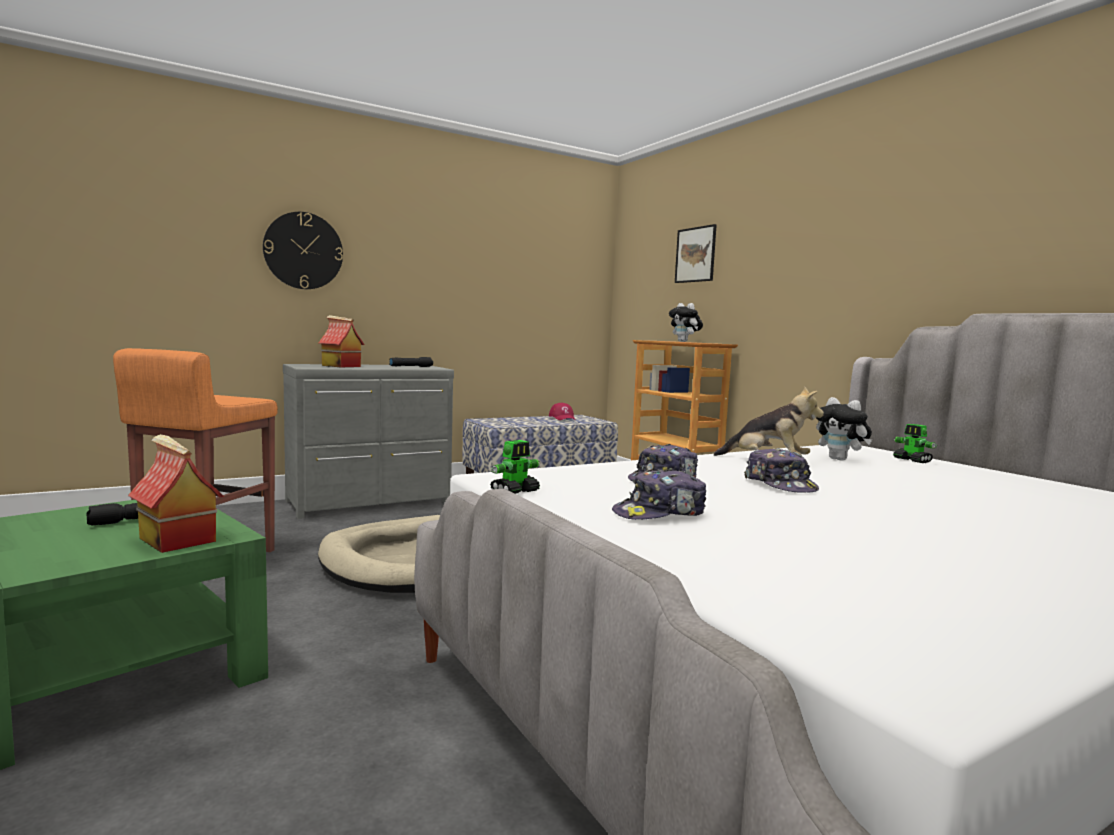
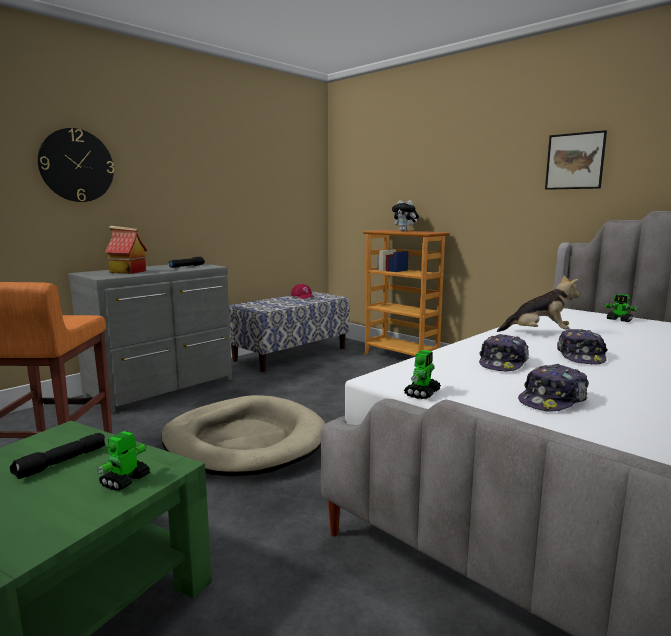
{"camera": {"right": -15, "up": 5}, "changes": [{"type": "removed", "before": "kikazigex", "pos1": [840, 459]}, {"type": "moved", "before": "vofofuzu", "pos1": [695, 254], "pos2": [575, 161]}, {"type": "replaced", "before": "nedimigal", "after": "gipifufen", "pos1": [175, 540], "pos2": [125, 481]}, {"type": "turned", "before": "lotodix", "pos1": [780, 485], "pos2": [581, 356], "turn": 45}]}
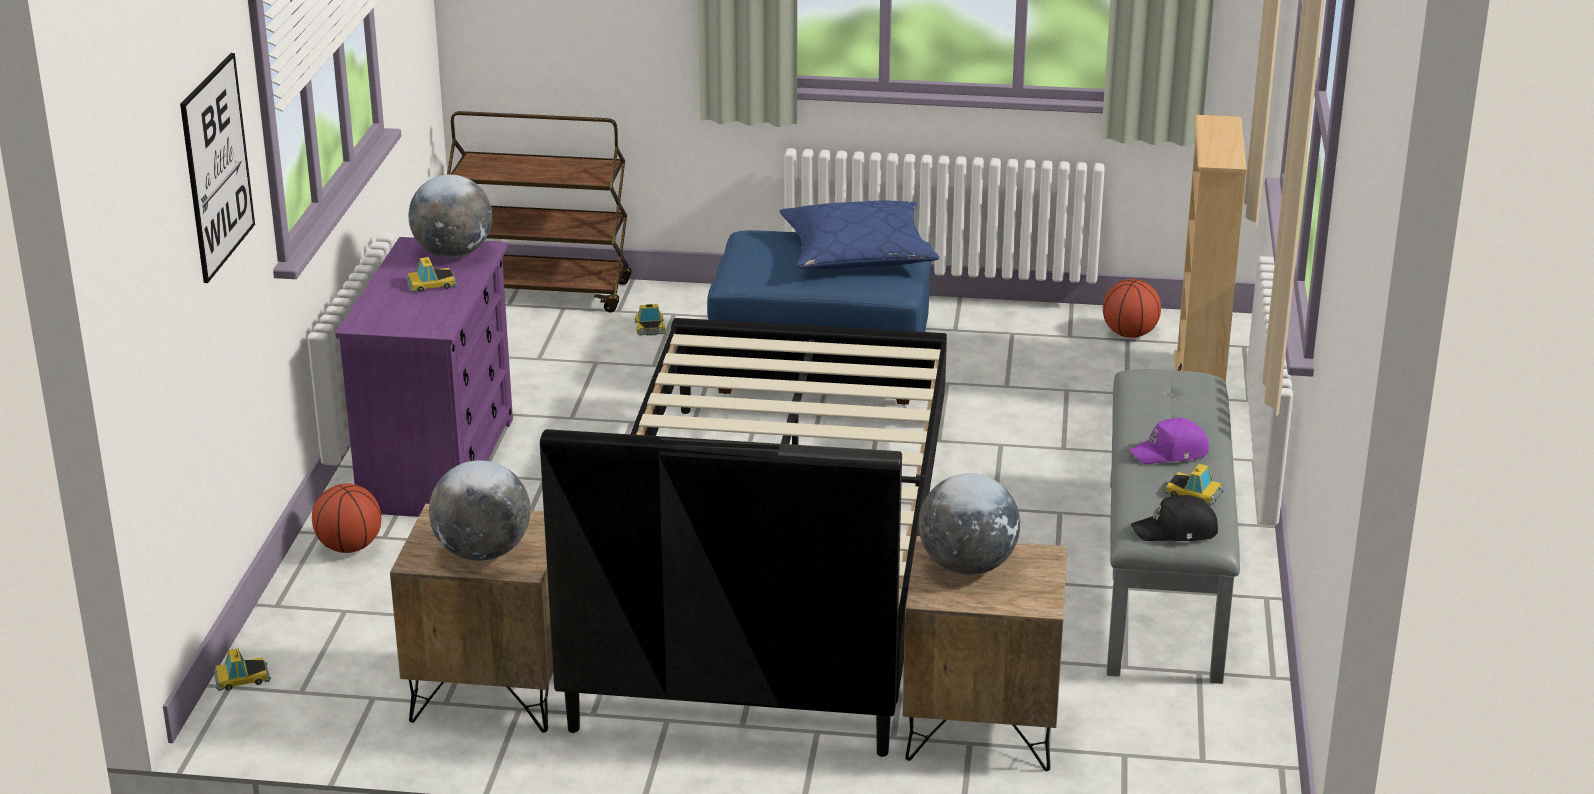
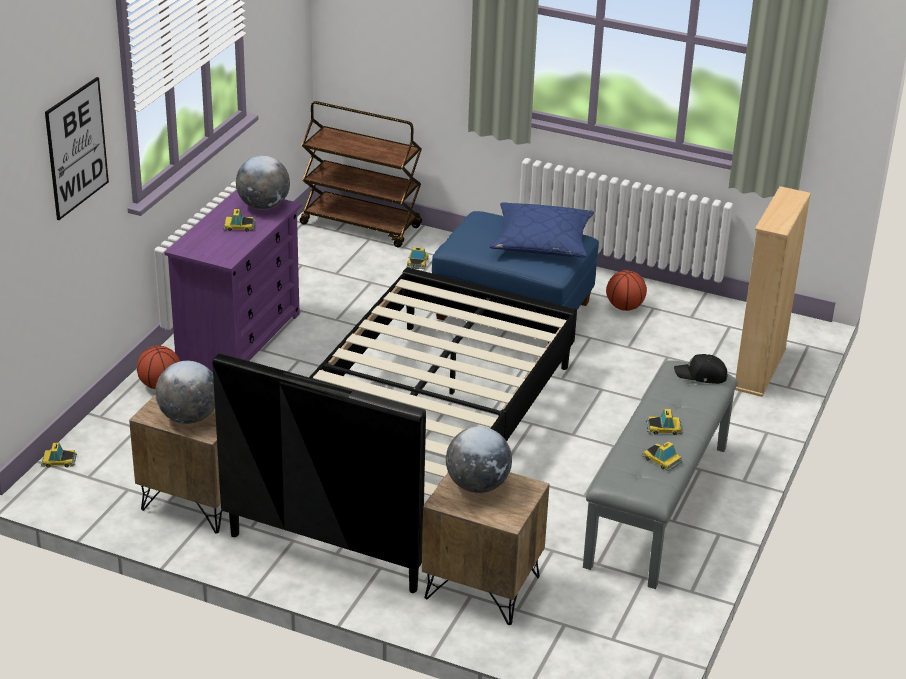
{"camera": {"right": 15, "up": 5}, "changes": [{"type": "moved", "before": "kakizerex", "pos1": [1129, 334], "pos2": [624, 307]}, {"type": "moved", "before": "lotodix (black)", "pos1": [1176, 531], "pos2": [701, 375]}, {"type": "replaced", "before": "lotodix (purple)", "after": "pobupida", "pos1": [1170, 453], "pos2": [663, 428]}]}
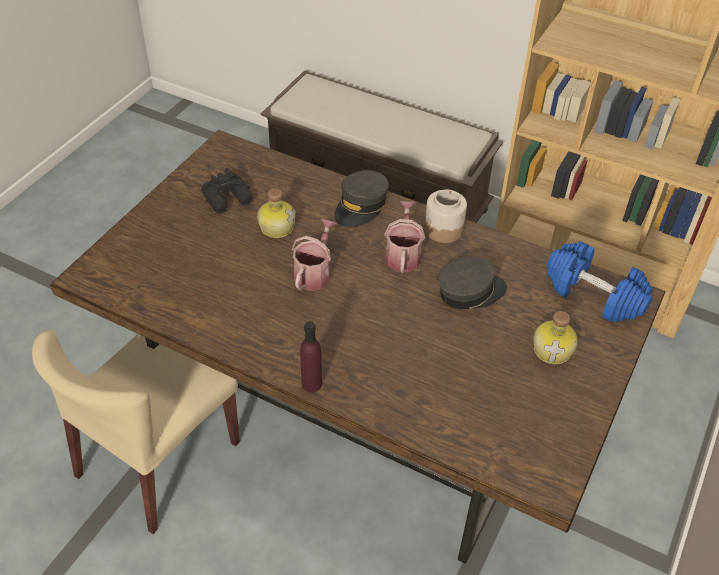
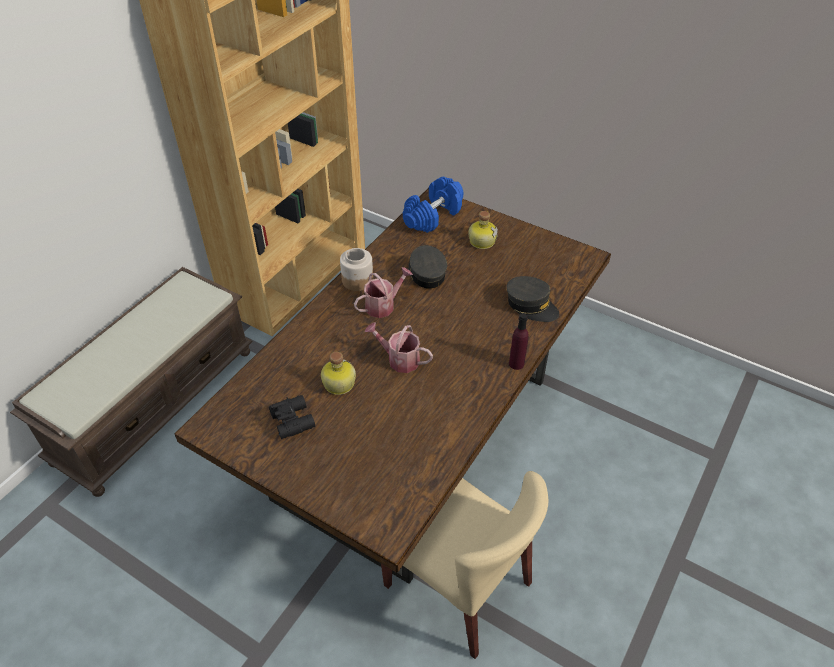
{"camera": {"right": -85, "up": 0}, "changes": [{"type": "moved", "before": "lotodix (grey)", "pos1": [361, 206], "pos2": [531, 305]}, {"type": "turned", "before": "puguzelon", "pos1": [403, 255], "pos2": [383, 305], "turn": 135}]}
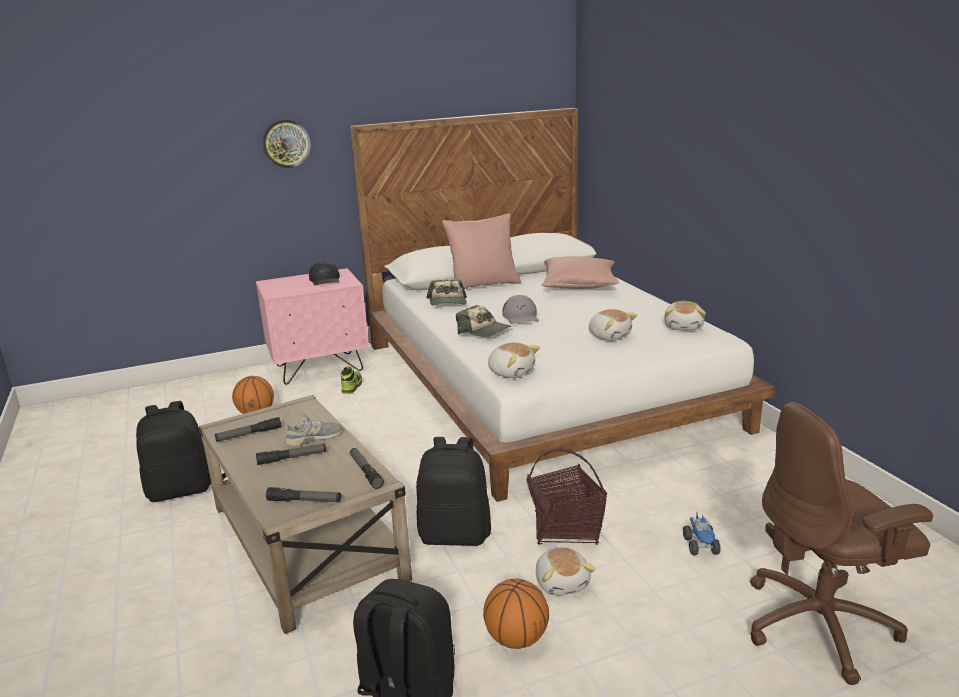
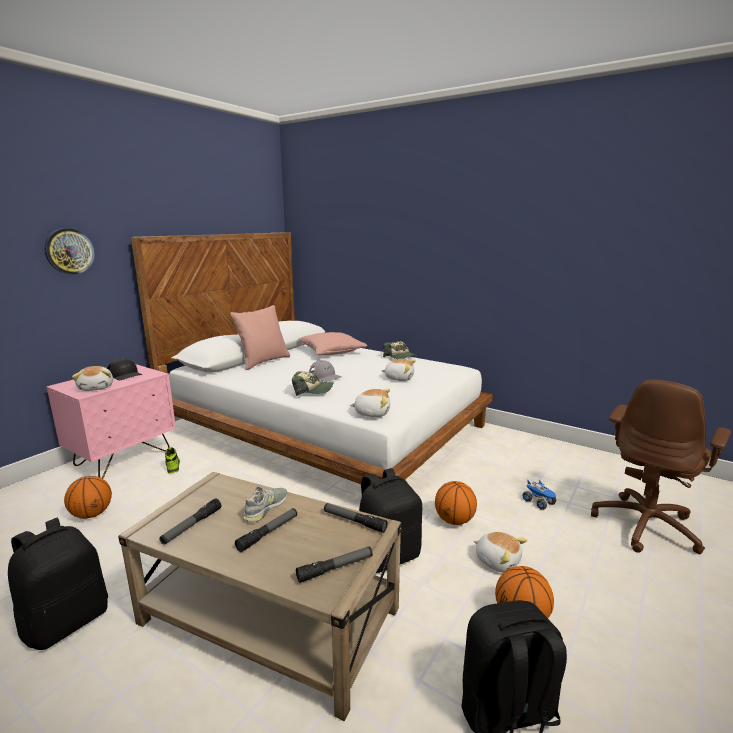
{"camera": {"right": -35, "up": -5}, "changes": [{"type": "moved", "before": "lotodix", "pos1": [448, 302], "pos2": [400, 357]}, {"type": "moved", "before": "kikazigex", "pos1": [684, 327], "pos2": [97, 387]}, {"type": "replaced", "before": "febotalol", "after": "kakizerex", "pos1": [566, 528], "pos2": [454, 520]}]}
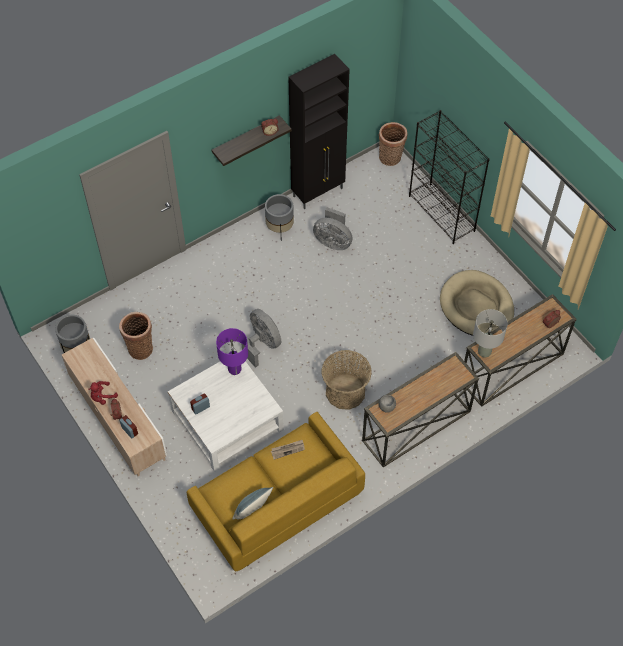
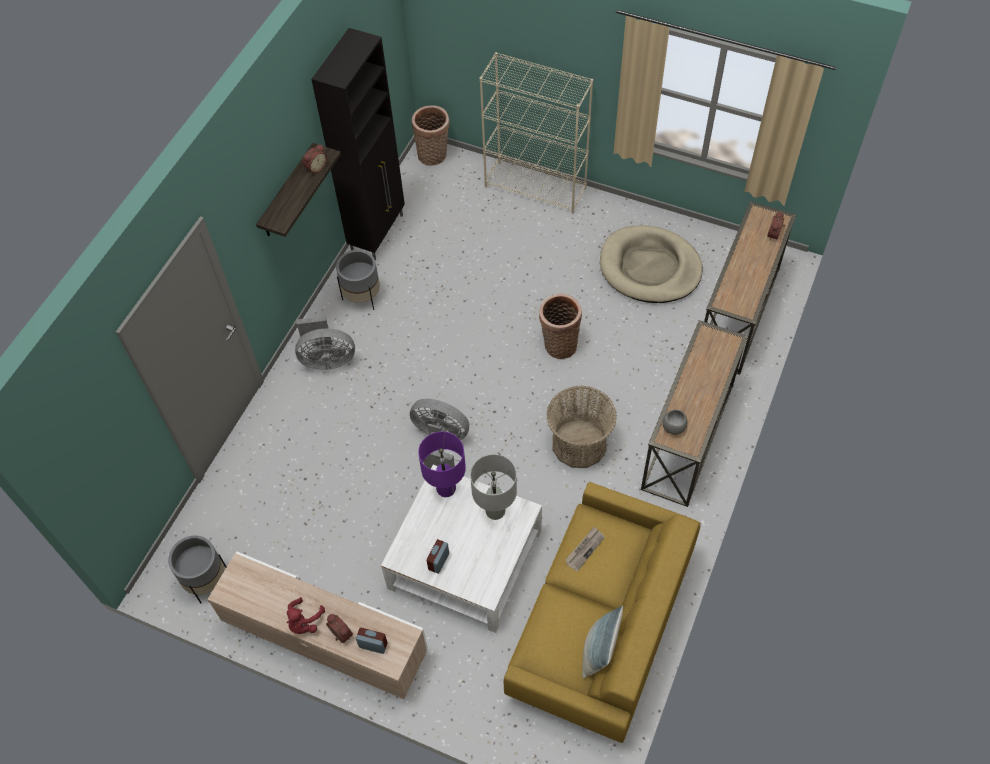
{"camera": {"right": -30, "up": 0}, "changes": [{"type": "moved", "before": "febotalol", "pos1": [140, 347], "pos2": [559, 344]}, {"type": "moved", "before": "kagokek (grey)", "pos1": [333, 241], "pos2": [327, 359]}, {"type": "moved", "before": "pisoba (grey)", "pos1": [484, 351], "pos2": [495, 511]}, {"type": "recoloured", "before": "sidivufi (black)", "after": "sidivufi (beige)", "pos1": [442, 213], "pos2": [536, 187]}]}
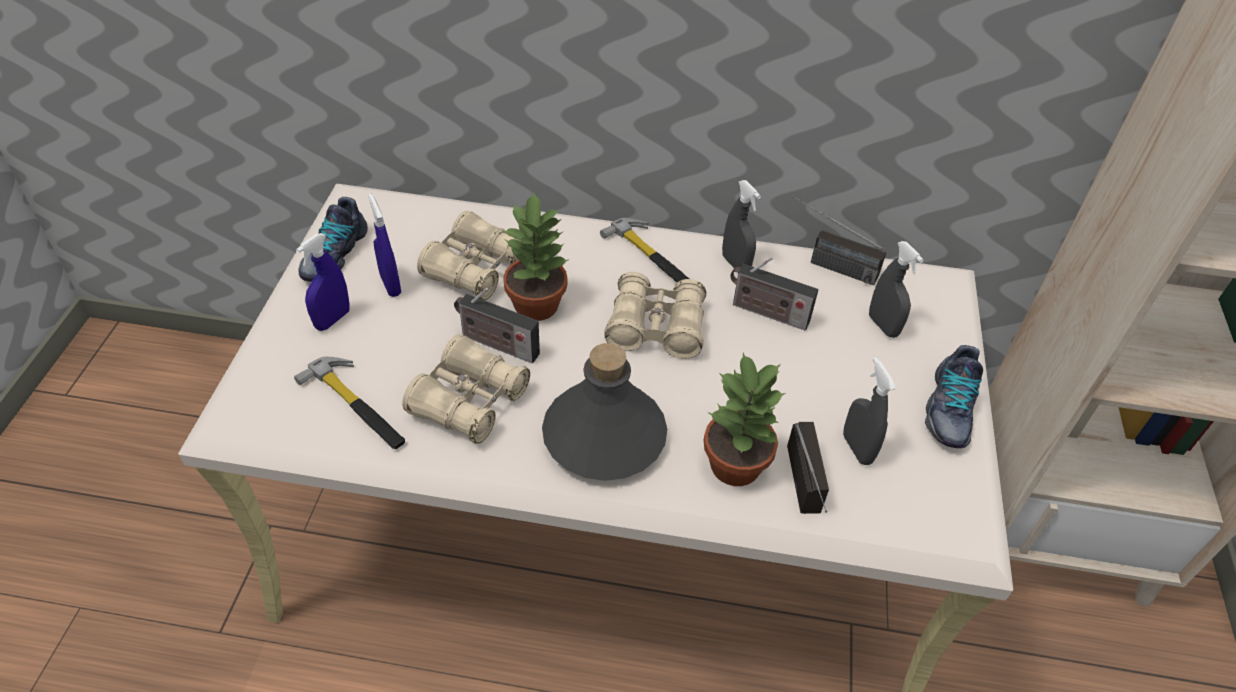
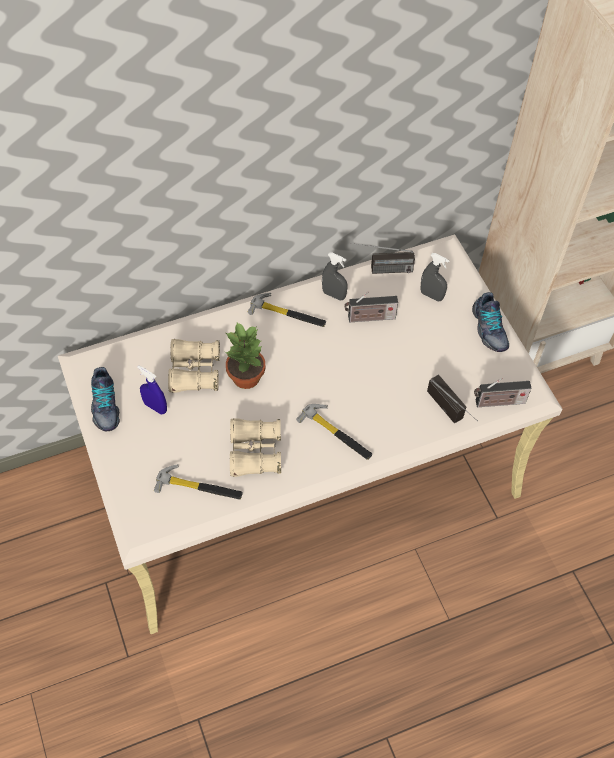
{"camera": {"right": -30, "up": 10}, "changes": [{"type": "removed", "before": "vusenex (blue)", "pos1": [332, 319]}, {"type": "removed", "before": "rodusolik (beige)", "pos1": [656, 328]}, {"type": "removed", "before": "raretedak", "pos1": [736, 464]}, {"type": "removed", "before": "vusenex (grey)", "pos1": [857, 448]}, {"type": "moved", "before": "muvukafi", "pos1": [496, 344], "pos2": [497, 402]}, {"type": "replaced", "before": "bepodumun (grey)", "after": "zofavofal", "pos1": [604, 436], "pos2": [337, 433]}]}
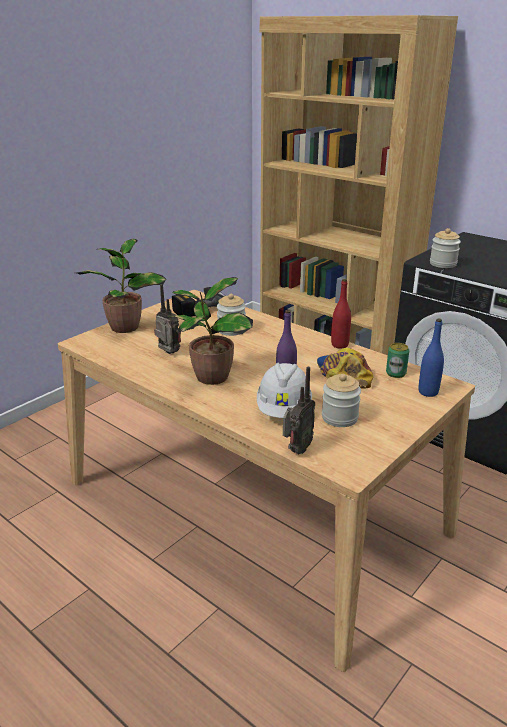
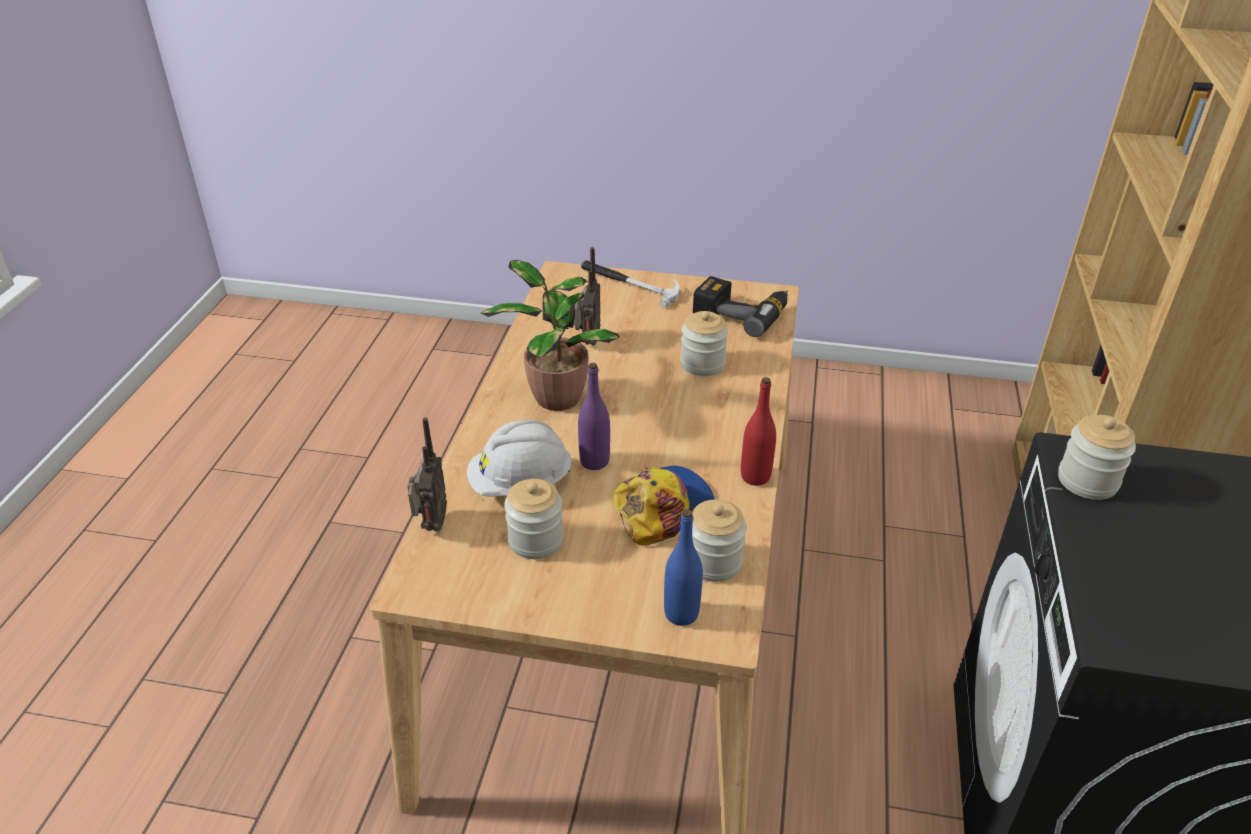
{"camera": {"right": 60, "up": 10}, "changes": [{"type": "replaced", "before": "raretedak", "after": "zofavofal", "pos1": [125, 326], "pos2": [629, 284]}, {"type": "replaced", "before": "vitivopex", "after": "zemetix", "pos1": [396, 373], "pos2": [713, 562]}, {"type": "turned", "before": "muvukafi", "pos1": [296, 450], "pos2": [431, 526], "turn": -90}]}
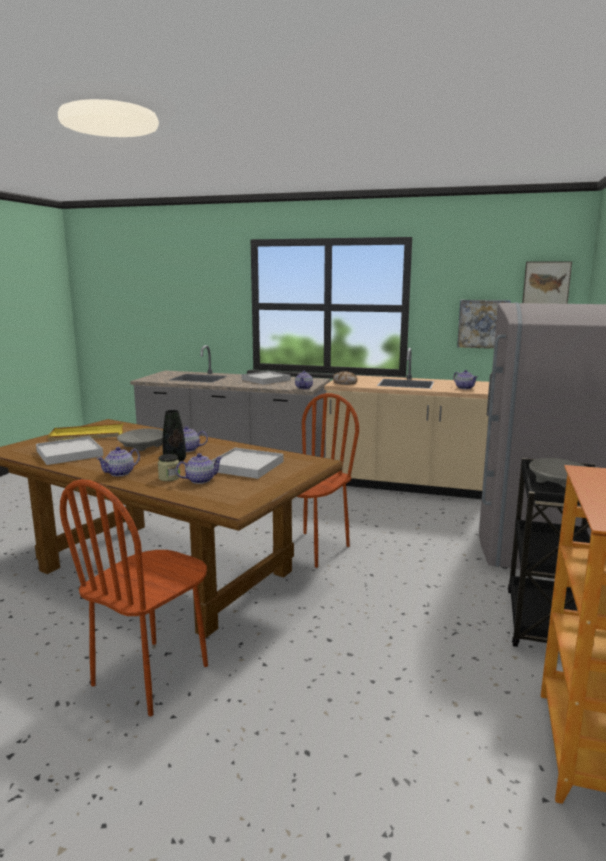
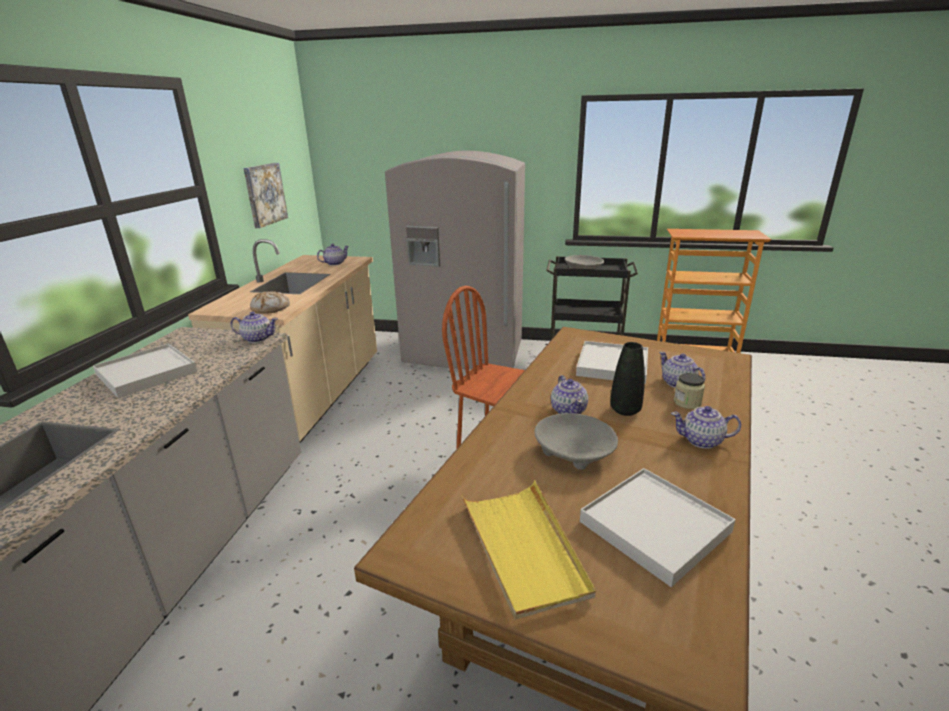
{"camera": {"right": -95, "up": 10}, "changes": [{"type": "removed", "before": "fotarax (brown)", "pos1": [151, 675]}, {"type": "removed", "before": "vofofuzu", "pos1": [546, 283]}, {"type": "turned", "before": "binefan", "pos1": [120, 473], "pos2": [702, 441], "turn": 150}]}
